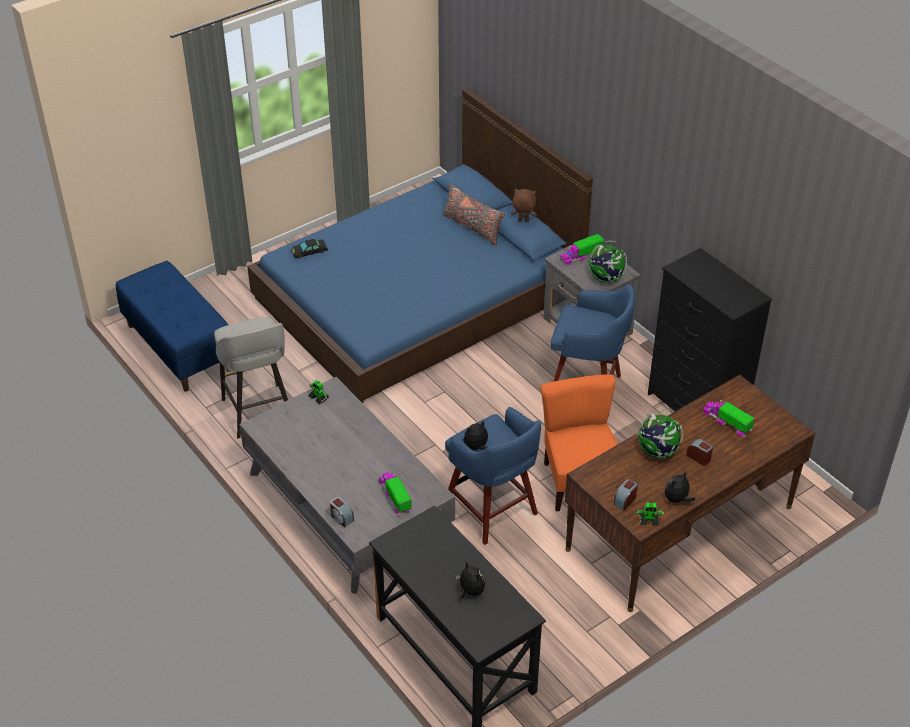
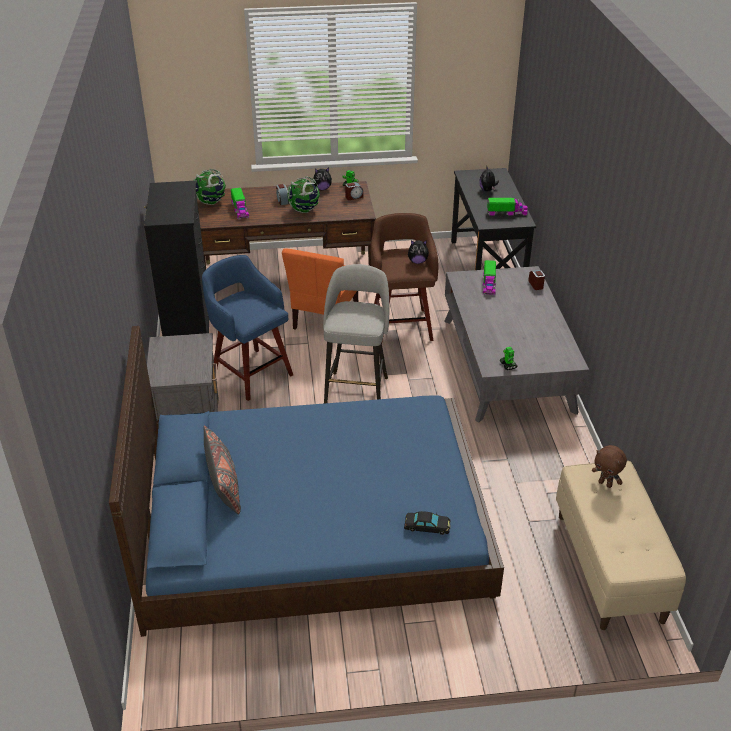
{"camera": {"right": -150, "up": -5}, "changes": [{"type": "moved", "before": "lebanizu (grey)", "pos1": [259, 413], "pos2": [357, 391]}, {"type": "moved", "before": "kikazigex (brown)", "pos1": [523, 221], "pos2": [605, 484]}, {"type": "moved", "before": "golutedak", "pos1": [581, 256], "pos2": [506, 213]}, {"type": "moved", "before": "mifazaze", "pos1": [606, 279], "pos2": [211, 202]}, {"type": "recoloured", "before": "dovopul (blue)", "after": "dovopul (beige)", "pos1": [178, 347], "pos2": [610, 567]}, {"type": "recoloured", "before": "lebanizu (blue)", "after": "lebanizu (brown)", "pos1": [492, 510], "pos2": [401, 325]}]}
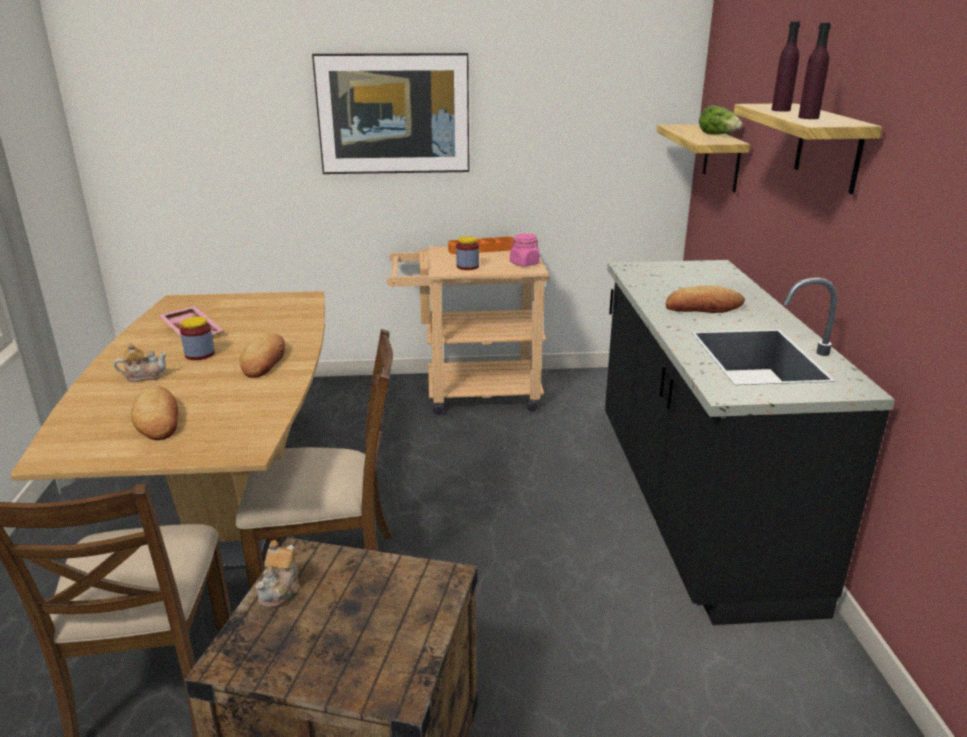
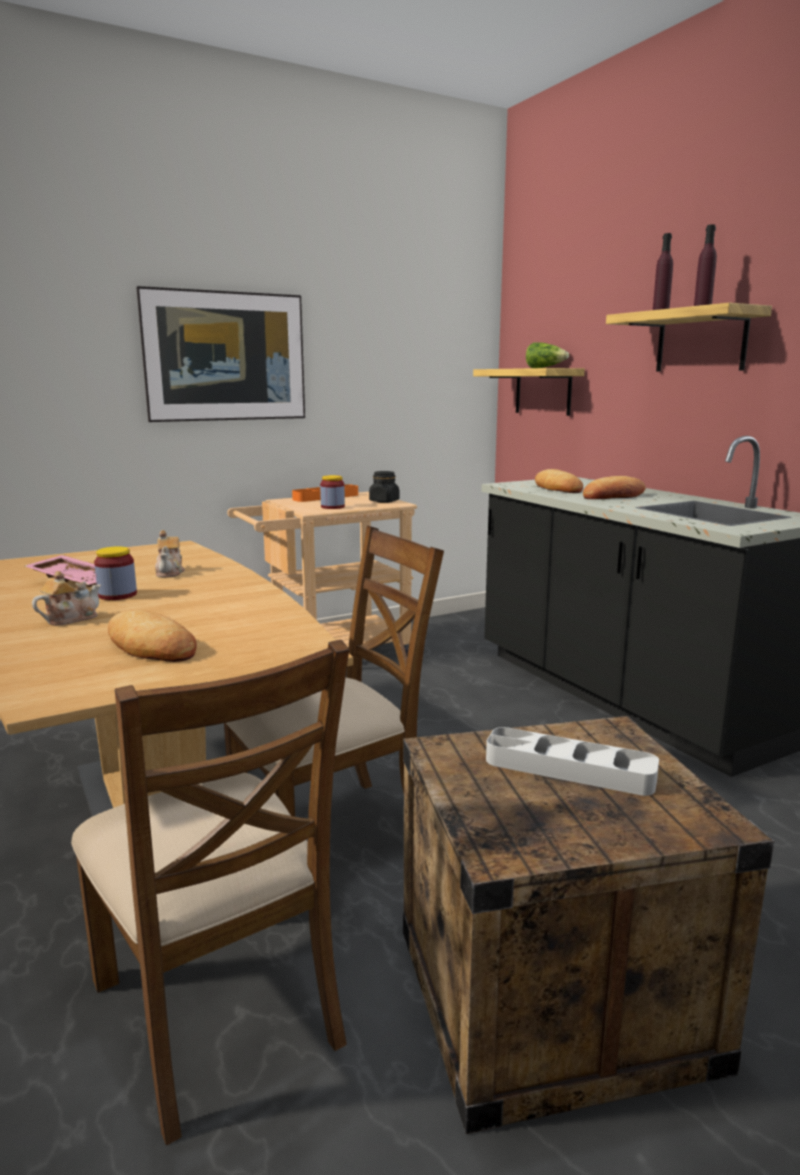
{"camera": {"right": -25, "up": -10}, "changes": [{"type": "added", "after": "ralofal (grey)", "pos2": [569, 769]}, {"type": "moved", "before": "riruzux", "pos1": [264, 360], "pos2": [557, 488]}, {"type": "moved", "before": "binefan", "pos1": [281, 589], "pos2": [170, 572]}, {"type": "recoloured", "before": "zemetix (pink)", "after": "zemetix (black)", "pos1": [524, 263], "pos2": [384, 501]}]}
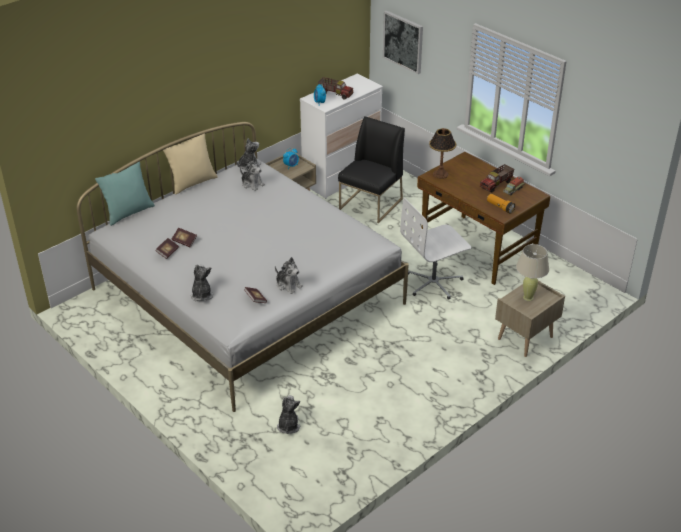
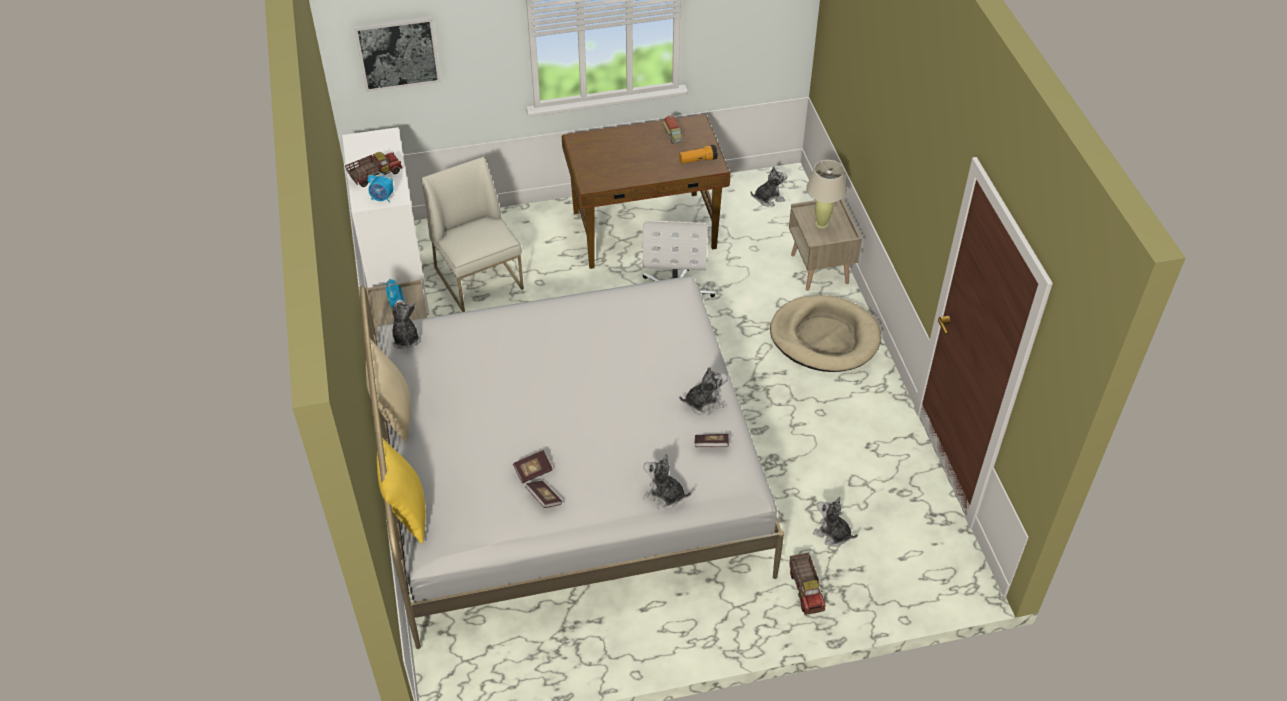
{"camera": {"right": -60, "up": 10}, "changes": [{"type": "removed", "before": "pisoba", "pos1": [440, 174]}, {"type": "added", "after": "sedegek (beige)", "pos2": [824, 337]}, {"type": "moved", "before": "kikazigex", "pos1": [252, 184], "pos2": [768, 198]}, {"type": "moved", "before": "golutedak", "pos1": [496, 184], "pos2": [806, 590]}, {"type": "recoloured", "before": "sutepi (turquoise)", "after": "sutepi (yellow)", "pos1": [128, 213], "pos2": [406, 511]}, {"type": "recoloured", "before": "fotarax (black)", "after": "fotarax (white)", "pos1": [371, 204], "pos2": [479, 278]}]}
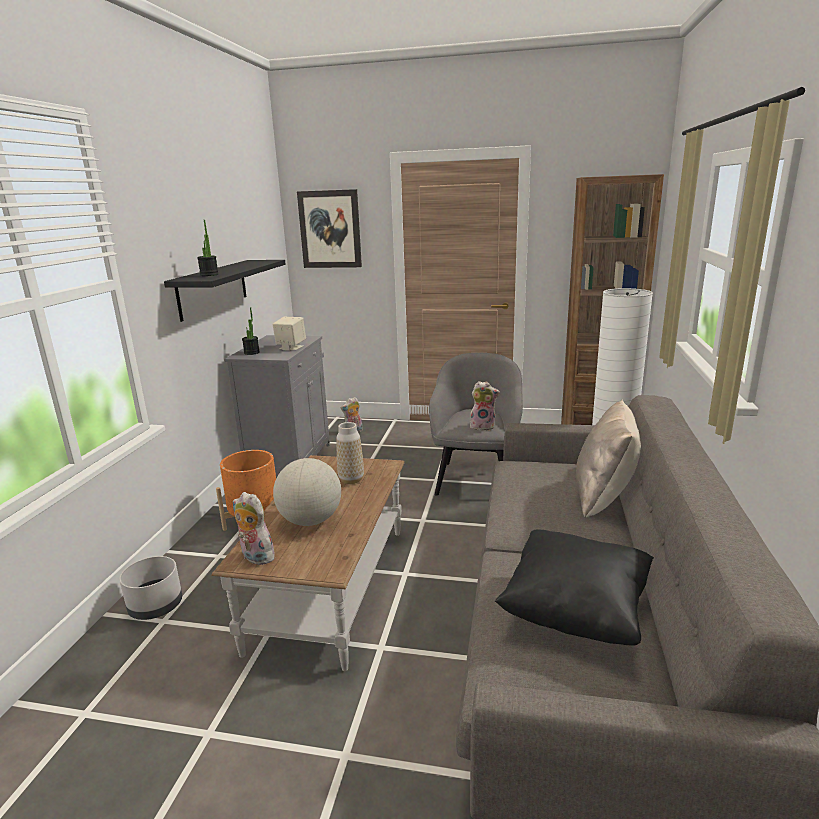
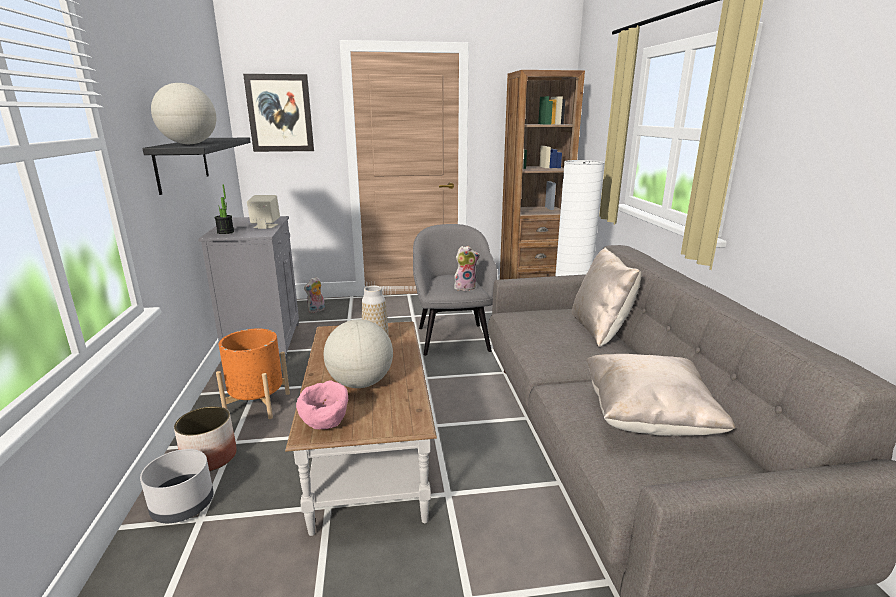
{"camera": {"right": -20, "up": 0}, "changes": [{"type": "added", "after": "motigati", "pos2": [210, 457]}, {"type": "replaced", "before": "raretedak", "after": "mifazaze", "pos1": [209, 275], "pos2": [189, 144]}, {"type": "replaced", "before": "kikazigex", "after": "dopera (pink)", "pos1": [255, 557], "pos2": [325, 425]}, {"type": "recoloured", "before": "sutepi (black)", "after": "sutepi (beige)", "pos1": [575, 611], "pos2": [647, 418]}]}
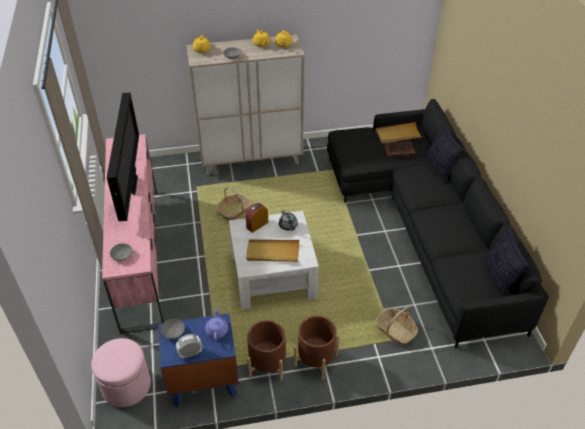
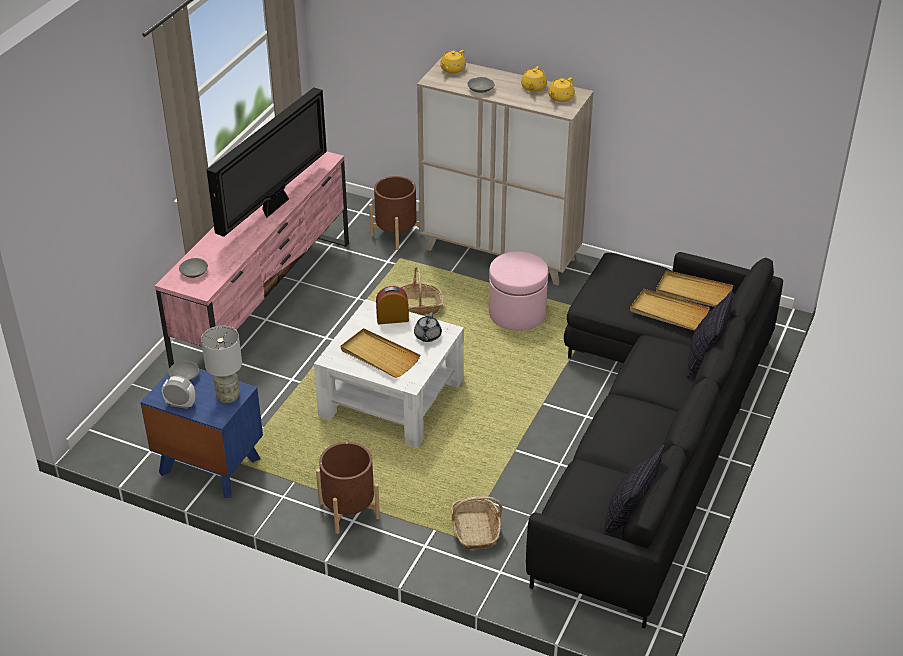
{"camera": {"right": 35, "up": -5}, "changes": [{"type": "moved", "before": "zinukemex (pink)", "pos1": [126, 385], "pos2": [517, 313]}, {"type": "moved", "before": "motigati (brown)", "pos1": [267, 364], "pos2": [396, 234]}, {"type": "replaced", "before": "binefan (purple)", "after": "pisoba (grey)", "pos1": [217, 330], "pos2": [227, 397]}, {"type": "replaced", "before": "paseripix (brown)", "after": "ralofal (beige)", "pos1": [398, 151], "pos2": [668, 312]}]}
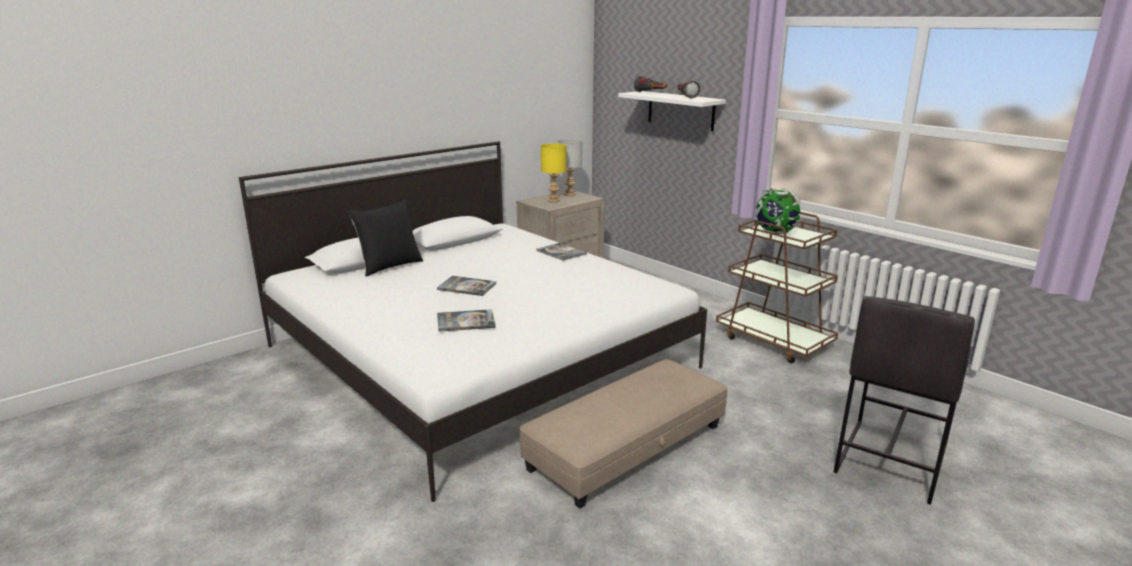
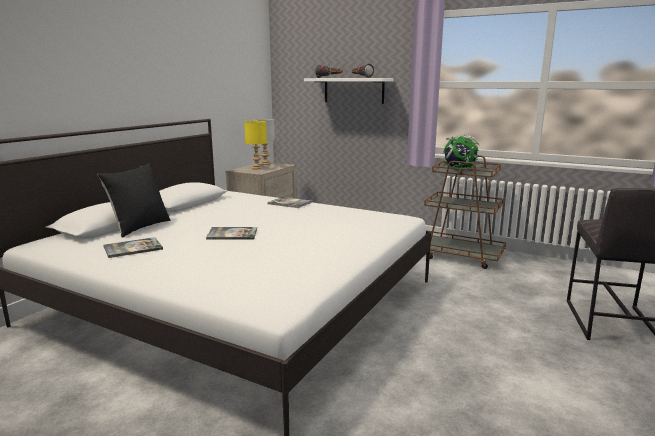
{"camera": {"right": -20, "up": -5}, "changes": [{"type": "removed", "before": "zinukemex (beige)", "pos1": [627, 447]}, {"type": "moved", "before": "paseripix", "pos1": [465, 321], "pos2": [133, 248]}]}
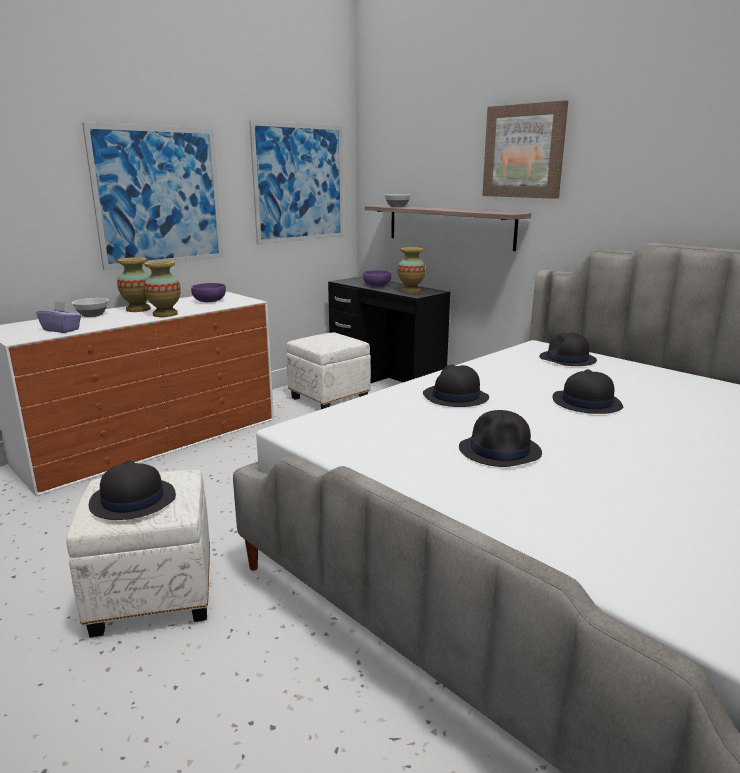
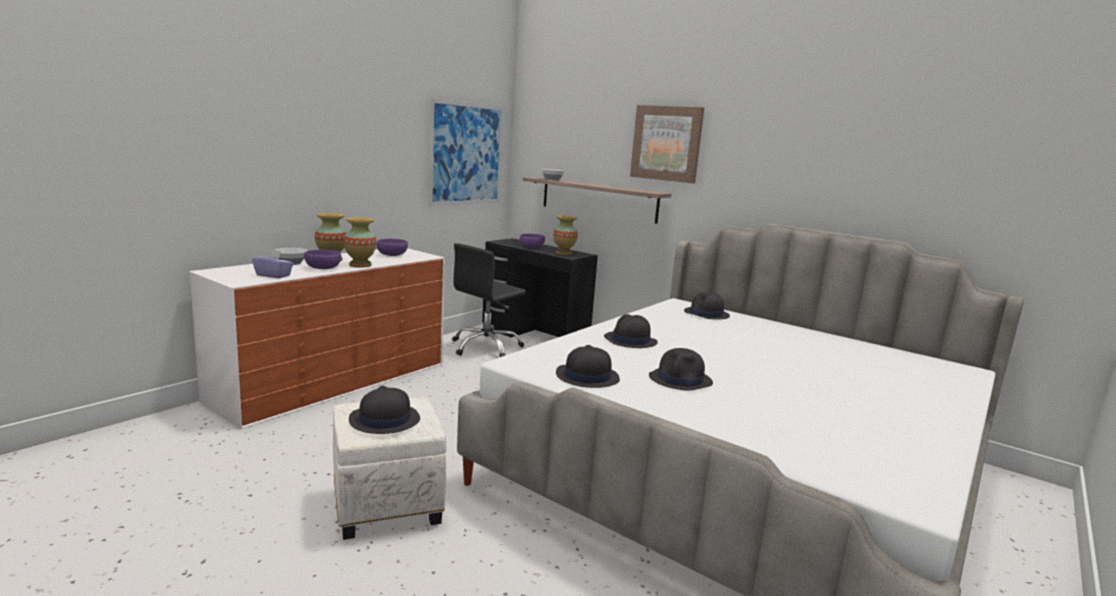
{"camera": {"right": -10, "up": -5}, "changes": [{"type": "removed", "before": "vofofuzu", "pos1": [159, 197]}, {"type": "added", "after": "dopera (purple)", "pos2": [323, 268]}, {"type": "moved", "before": "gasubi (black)", "pos1": [586, 403], "pos2": [587, 377]}, {"type": "replaced", "before": "zinukemex (white)", "after": "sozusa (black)", "pos1": [328, 399], "pos2": [486, 347]}]}
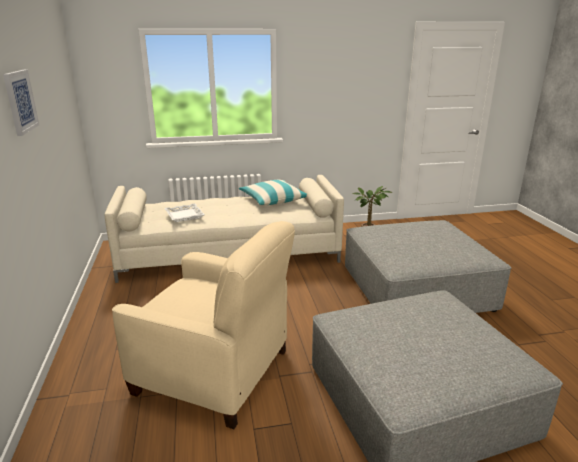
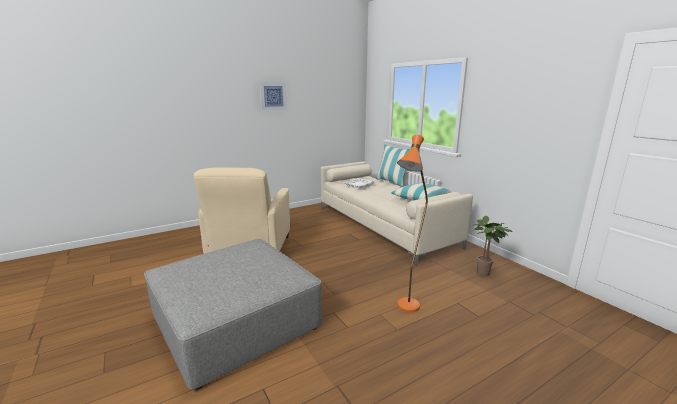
{"camera": {"right": 70, "up": -5}, "changes": [{"type": "added", "after": "sutepi", "pos2": [391, 182]}, {"type": "replaced", "before": "zinukemex (grey)", "after": "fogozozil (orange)", "pos1": [416, 287], "pos2": [406, 310]}]}
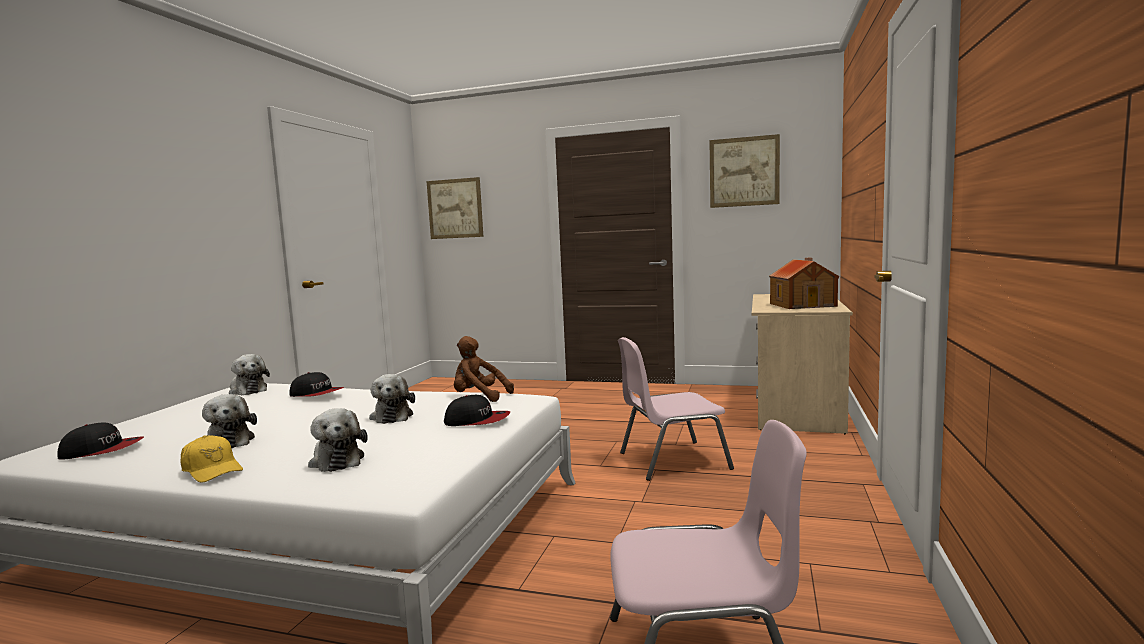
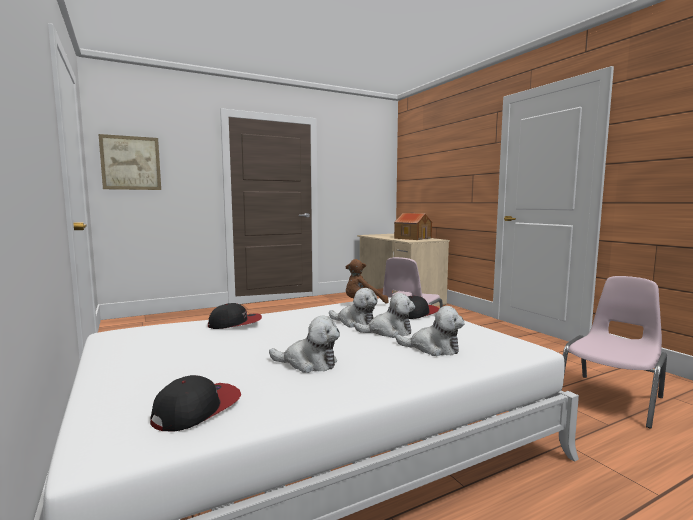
{"camera": {"right": -45, "up": 0}, "changes": [{"type": "removed", "before": "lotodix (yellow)", "pos1": [212, 470]}, {"type": "removed", "before": "vofofuzu", "pos1": [744, 172]}, {"type": "moved", "before": "kikazigex", "pos1": [247, 390], "pos2": [388, 332]}]}
